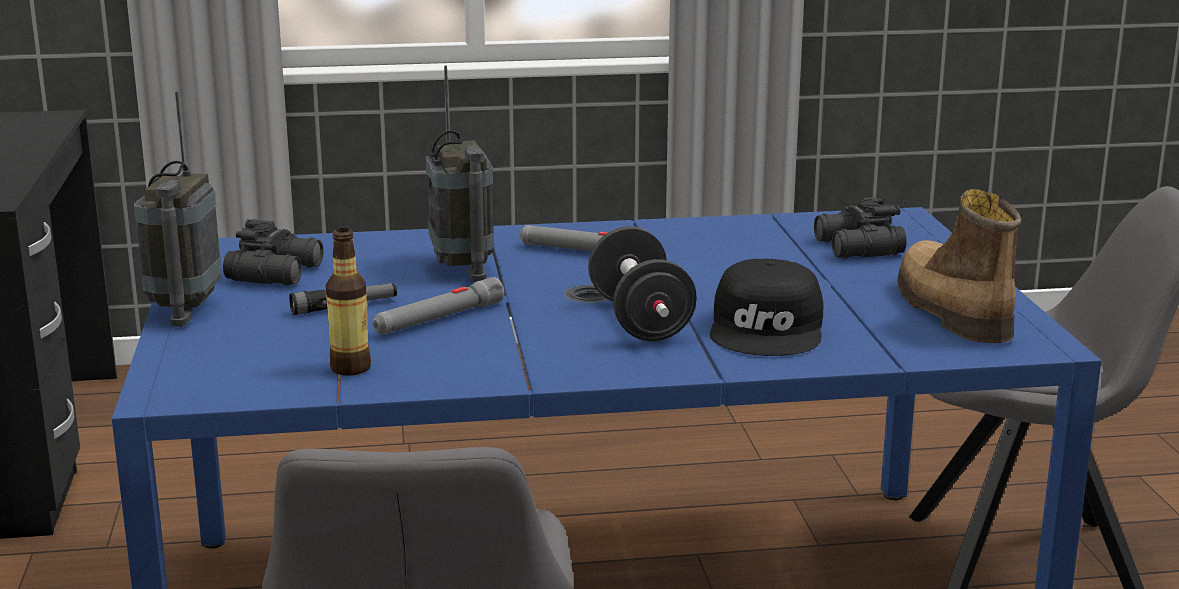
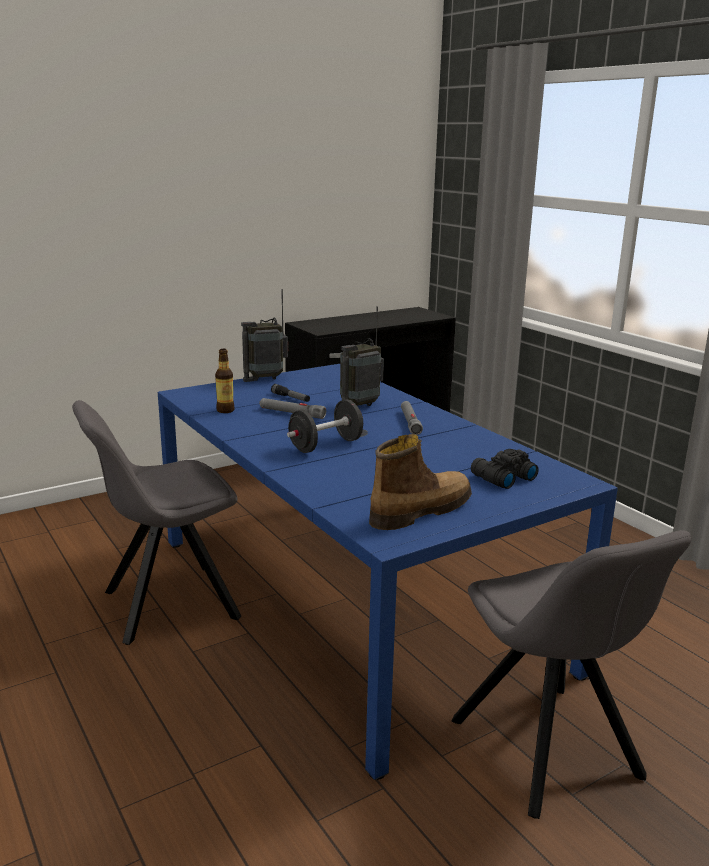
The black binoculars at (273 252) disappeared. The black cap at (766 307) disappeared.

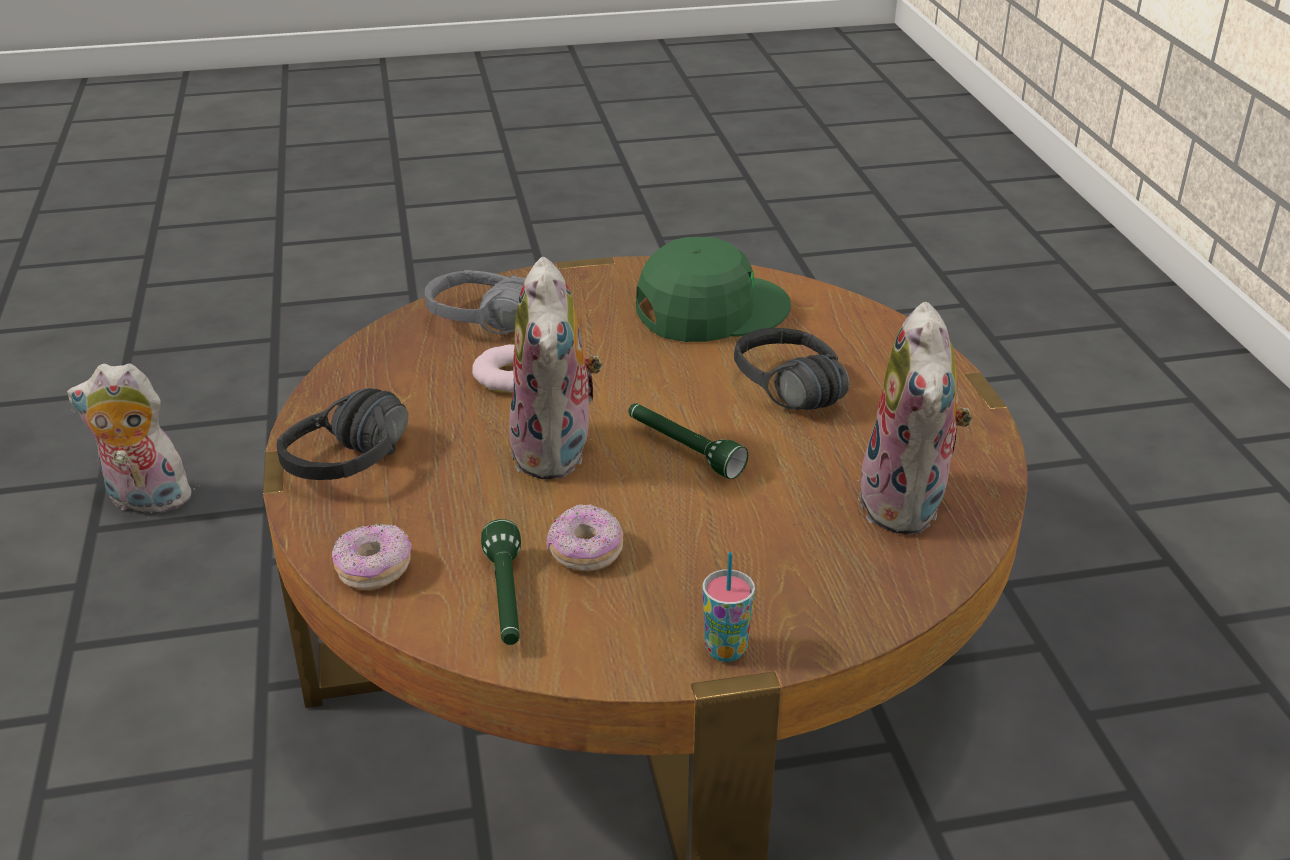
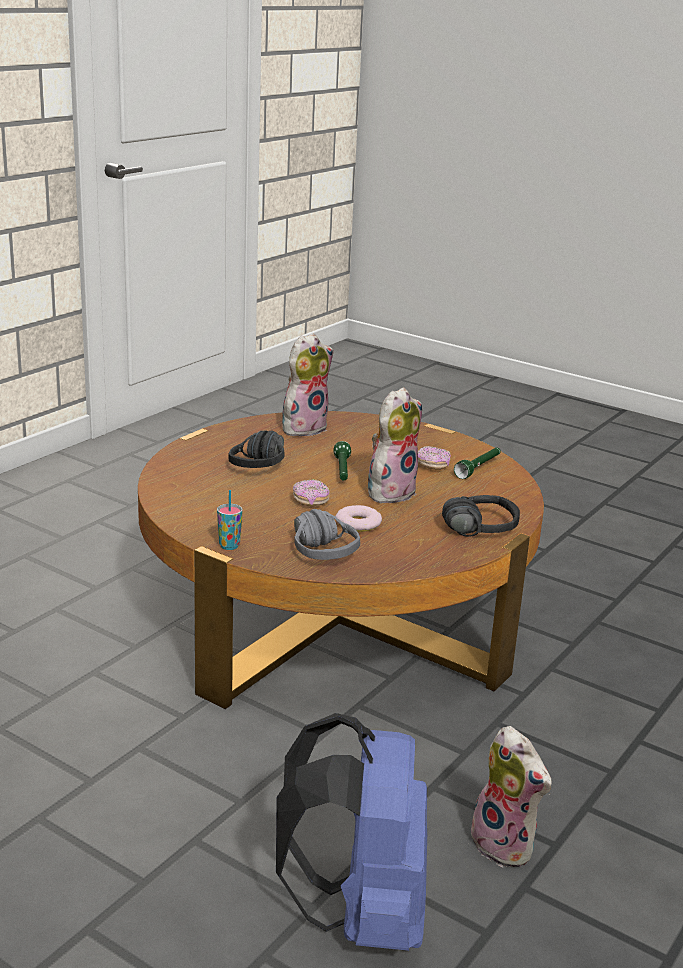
The cup moved from (728 607) to (230 520). The blue backpack at (351 832) appeared. The donut moved from (372 557) to (311 492). The green cap at (713 289) disappeared.

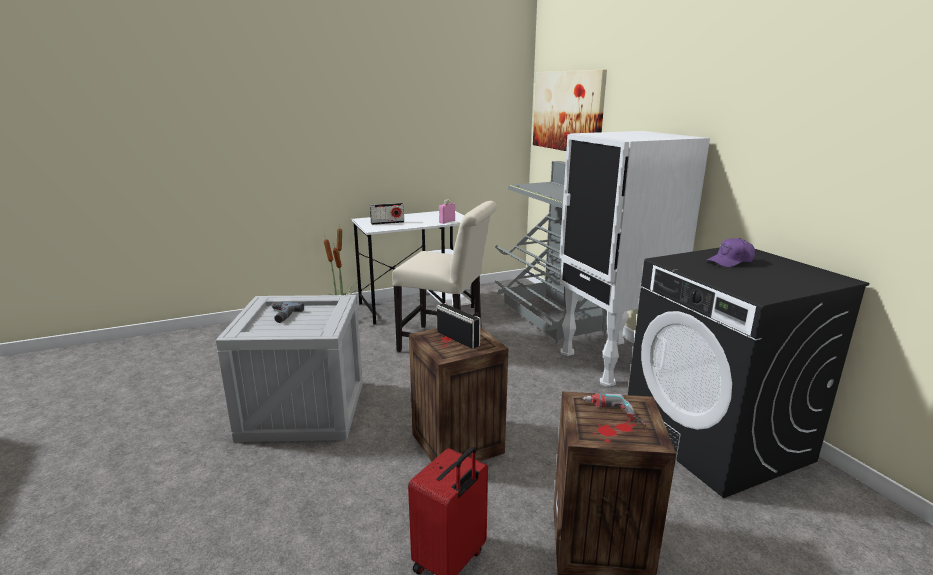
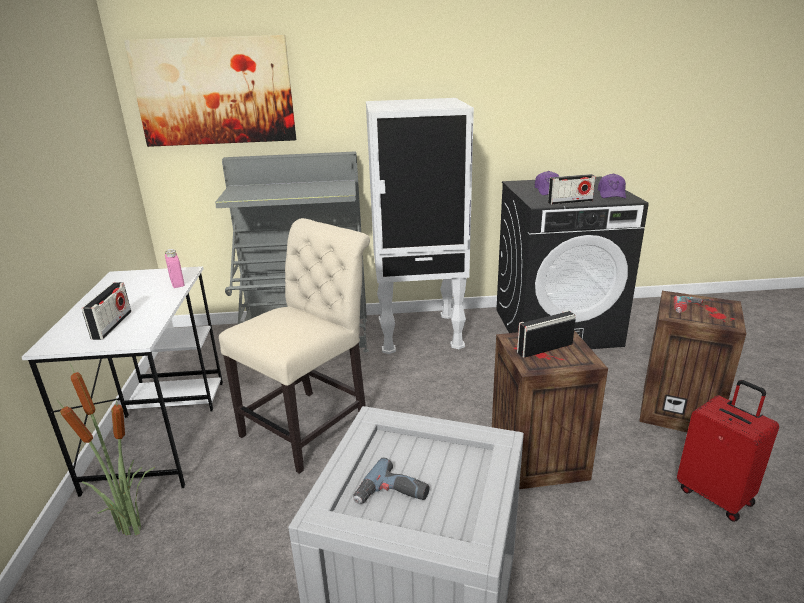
The radio at (572 189) appeared. The purple cap at (611 185) appeared.

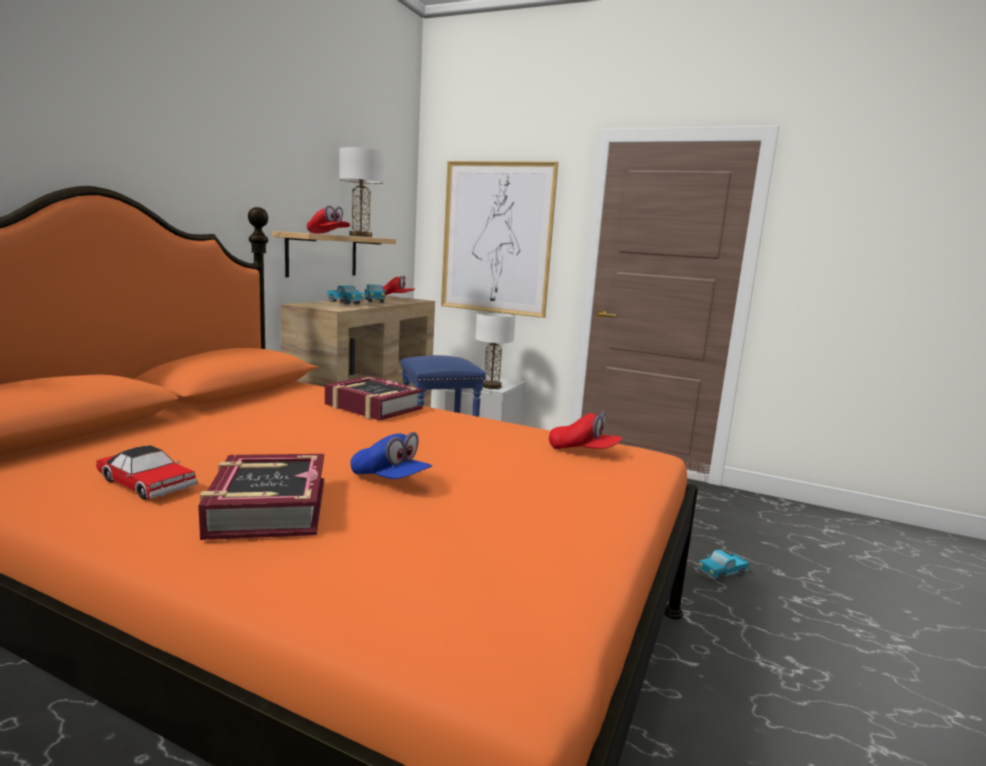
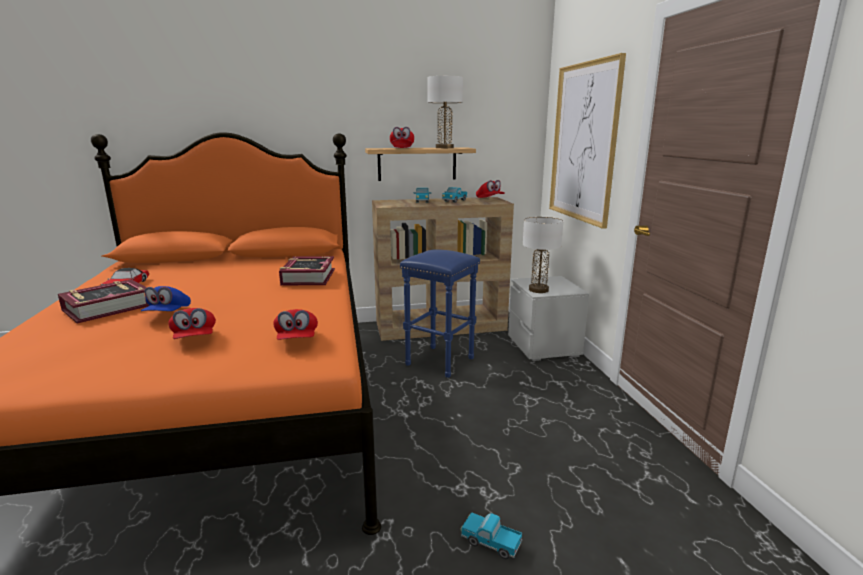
The red cap at (192 323) appeared.

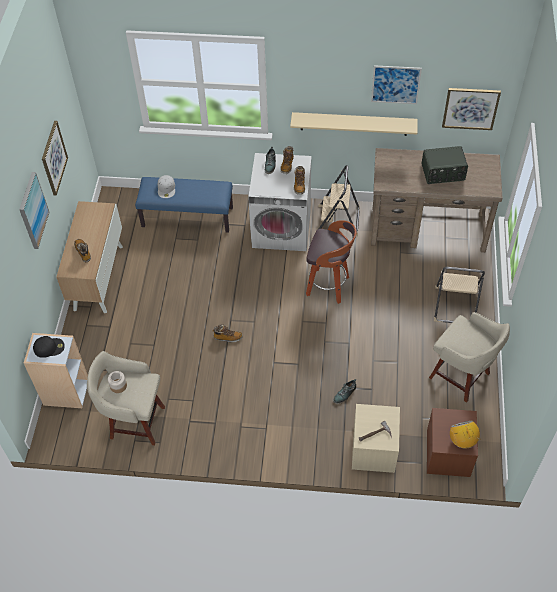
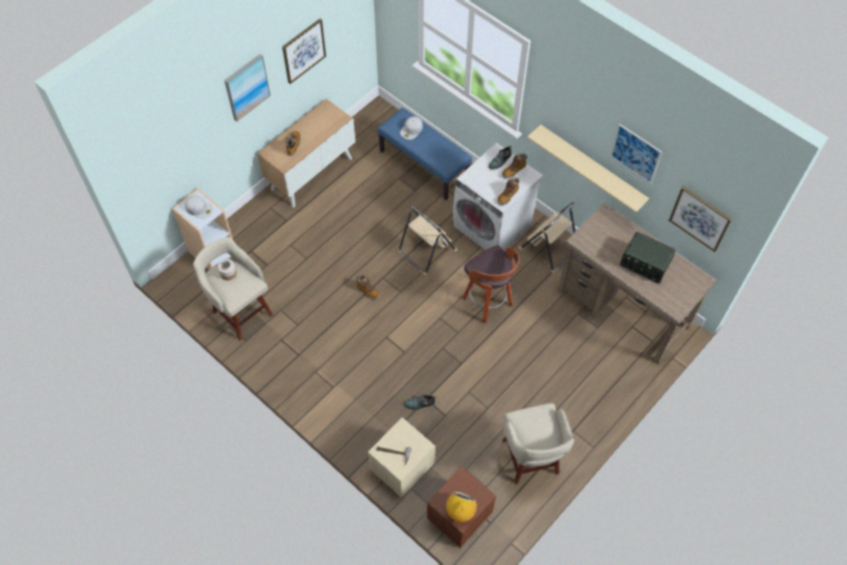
The black cap at (49 347) became the white cap at (199 206). The beige step ladder moved from (459 295) to (428 240).

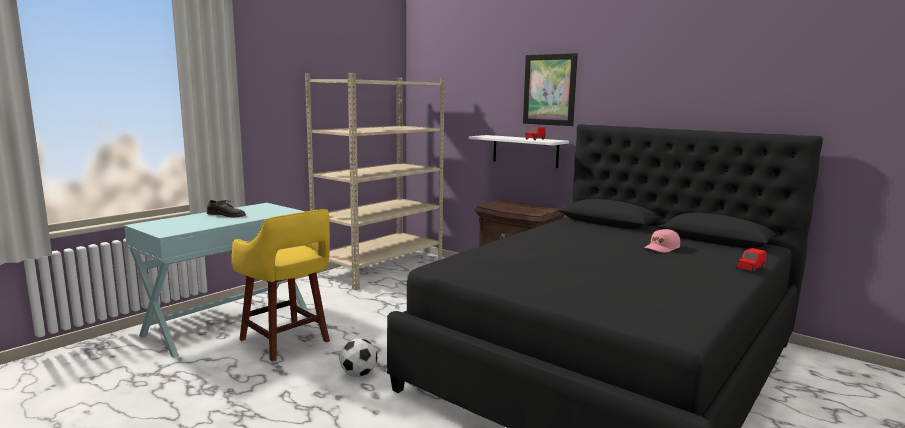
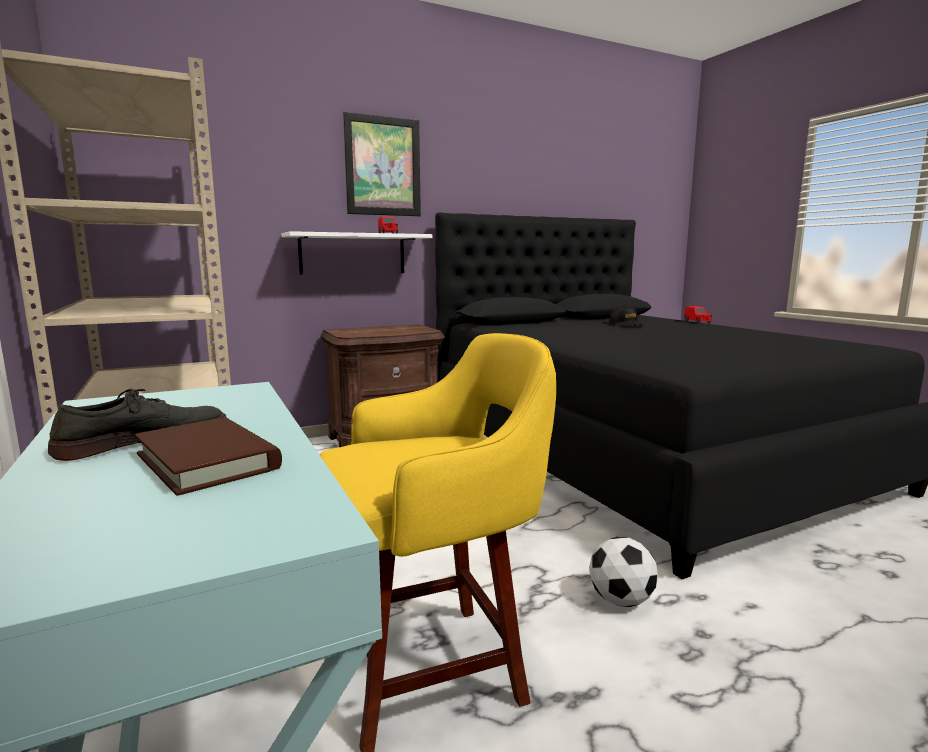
The brown book at (208 456) appeared. The pink cap at (662 241) became the black cap at (626 316).

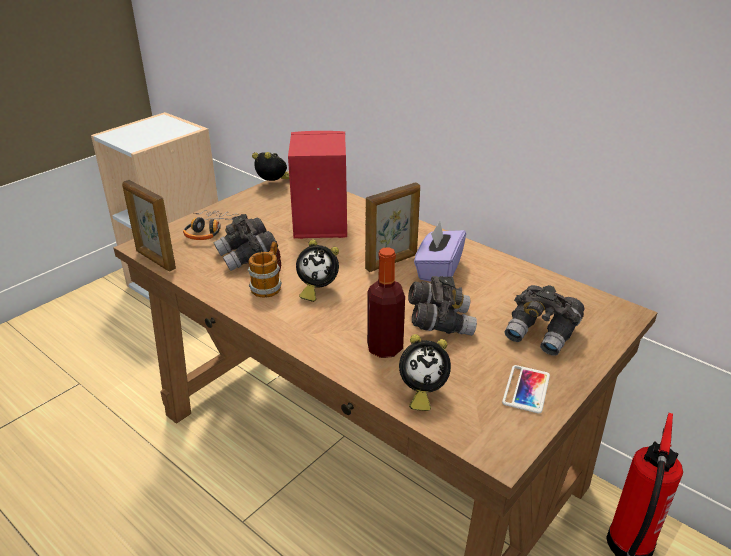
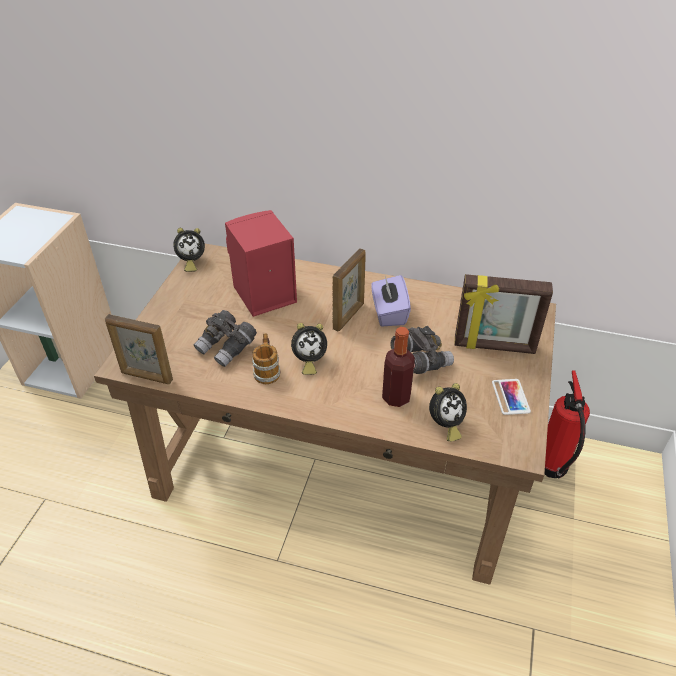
The alarm clock at (270 166) turned 150 degrees clockwise. The grey binoculars at (544 320) was replaced by the picture frame at (504 314). The headphones at (211 225) disappeared.

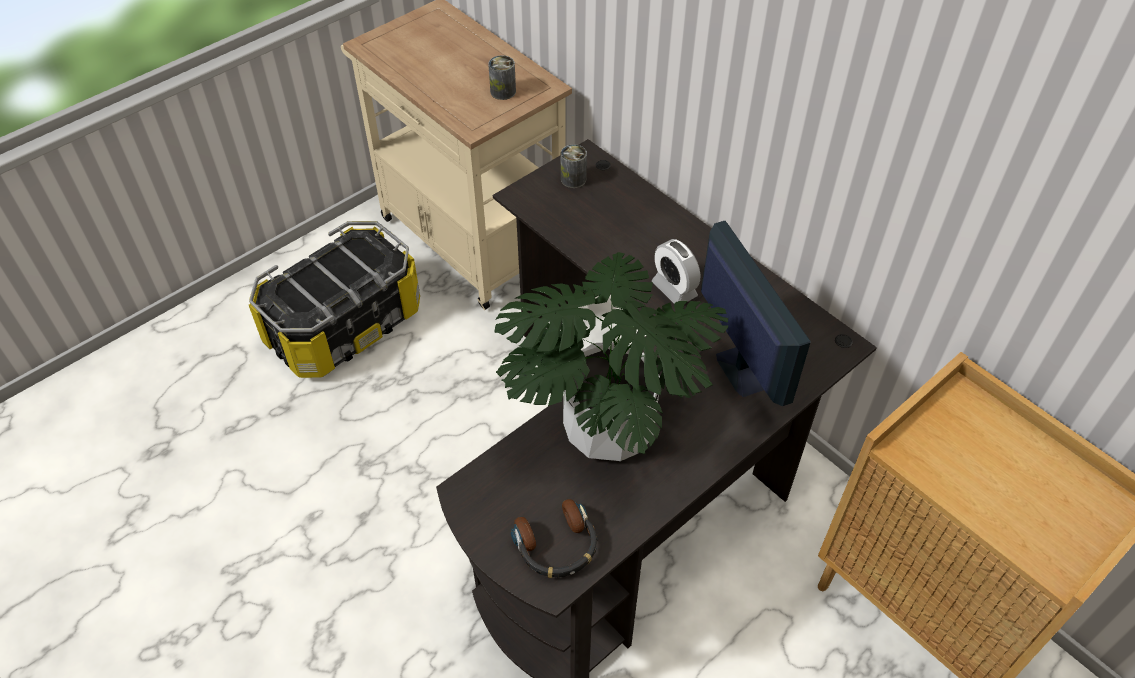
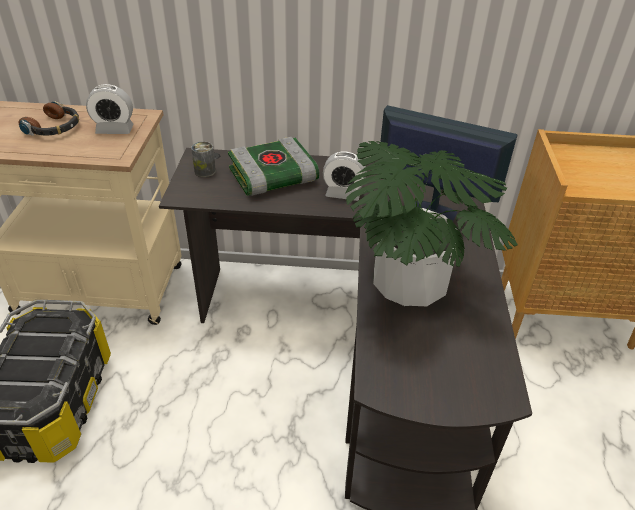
The headphones moved from (554 538) to (49 118). The can at (502 77) was replaced by the alarm clock at (109 109). The book at (273 166) appeared.

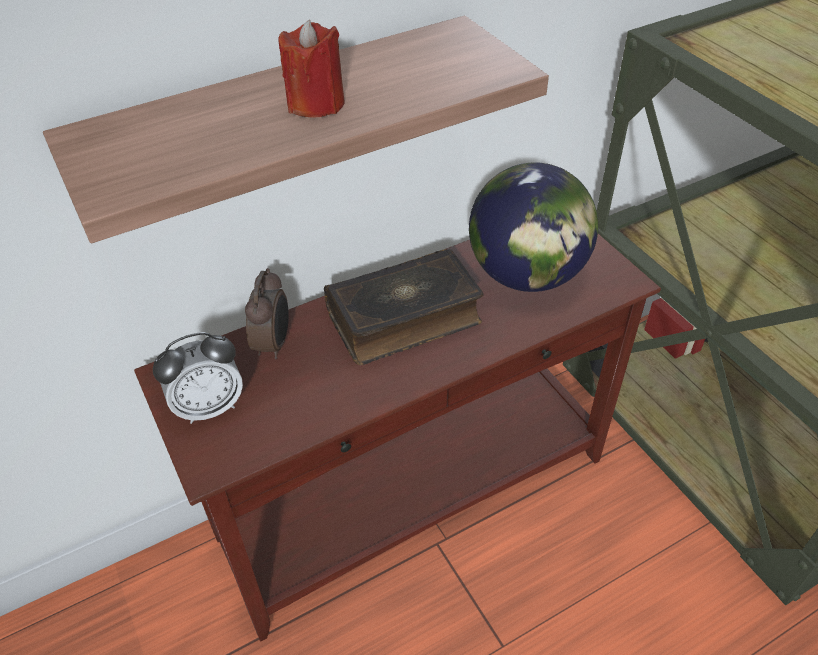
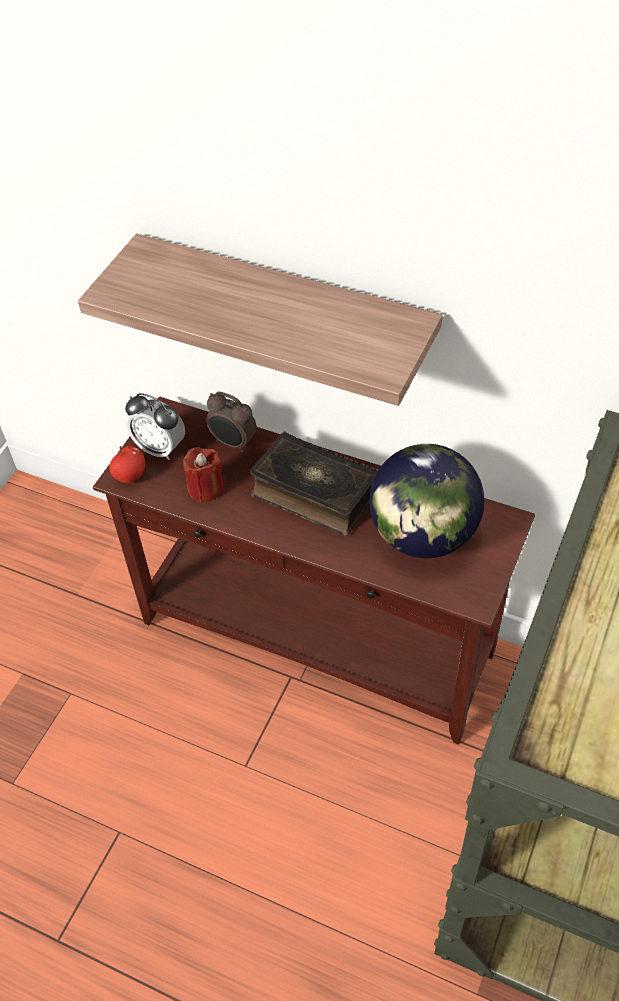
The apple at (127 464) appeared. The red candle moved from (311 68) to (203 475). The alarm clock at (267 313) turned 60 degrees clockwise.

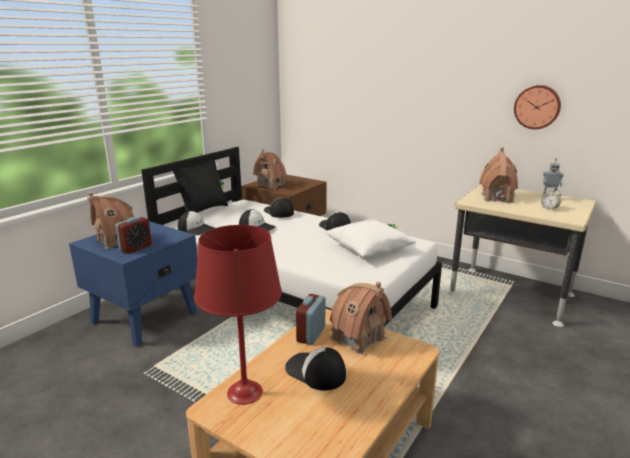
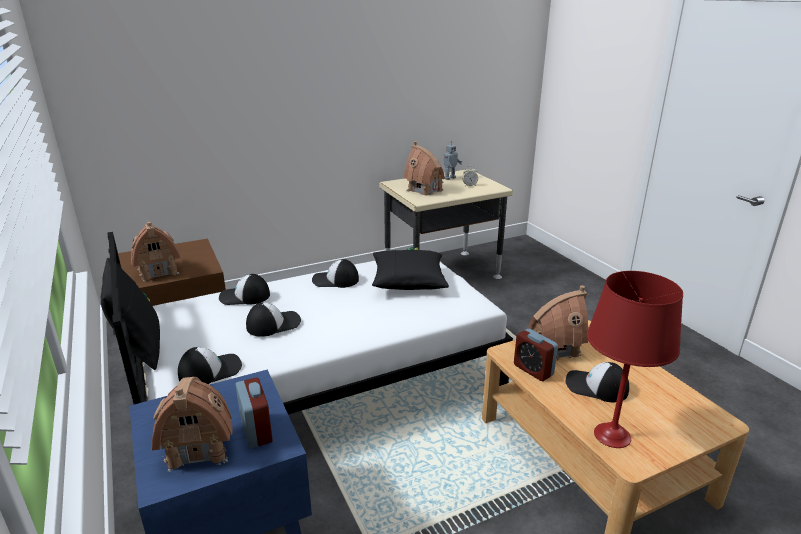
The white pillow at (370 238) became the black pillow at (410 268). The cap at (315 369) turned 45 degrees clockwise. The wall clock at (537 107) disappeared.

